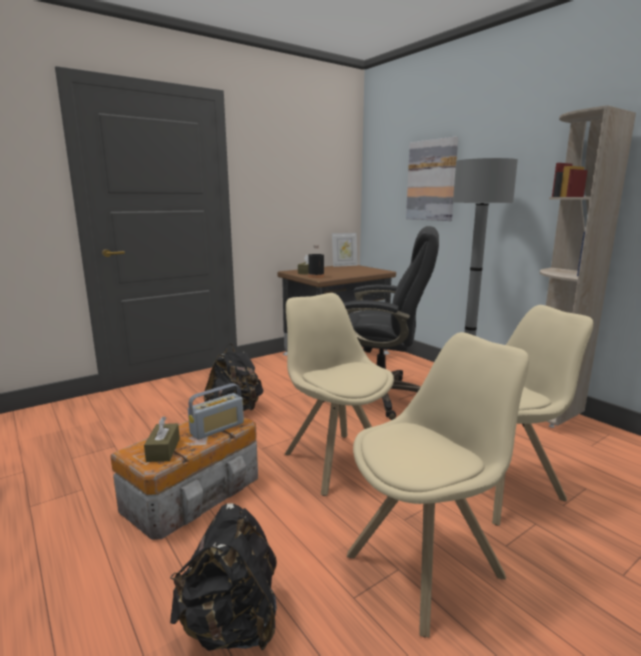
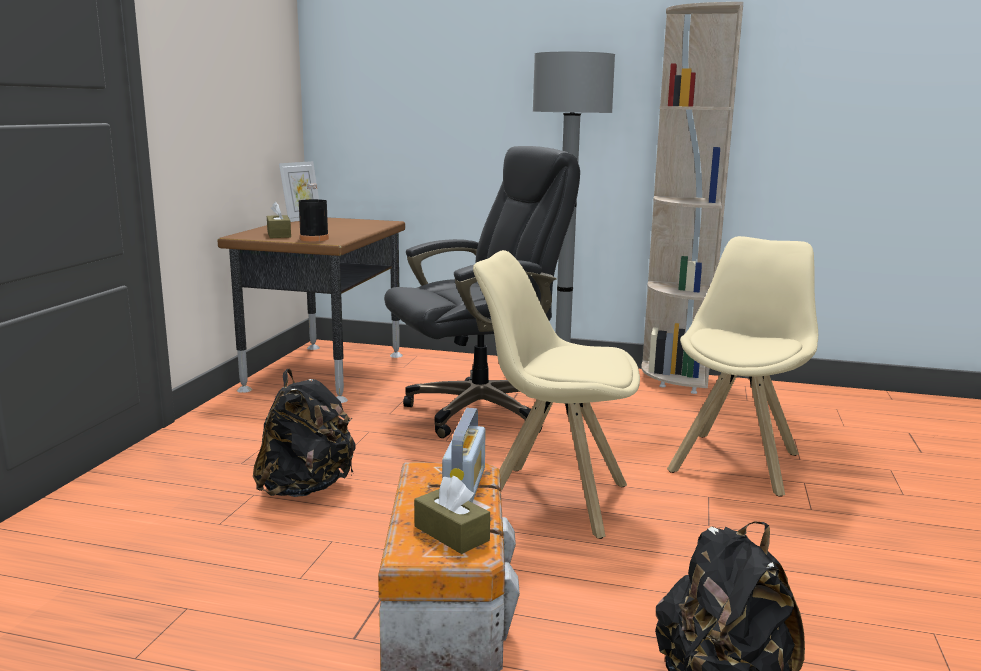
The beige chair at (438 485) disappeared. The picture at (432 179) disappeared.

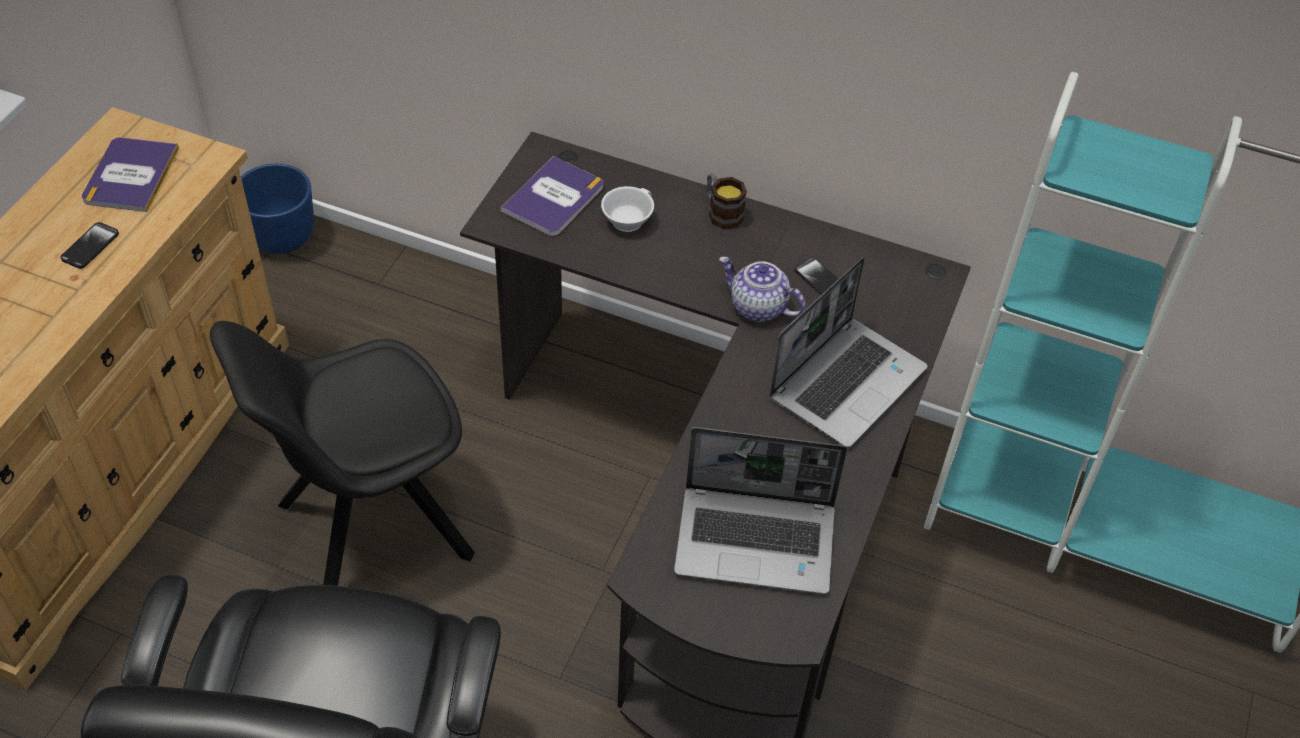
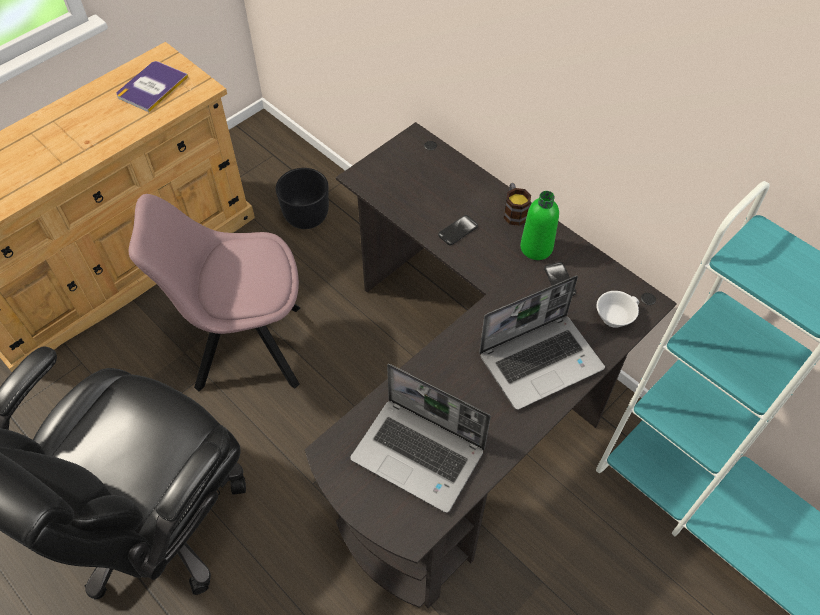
The black chair at (342 453) became the pink chair at (214 293). The black planter at (302 198) appeared. The phone moved from (89 245) to (458 230). The green bottle at (539 225) appeared. The white cup moved from (627 209) to (618 309). The blue planter at (277 209) disappeared. The book at (552 196) disappeared. The teapot at (762 289) disappeared.

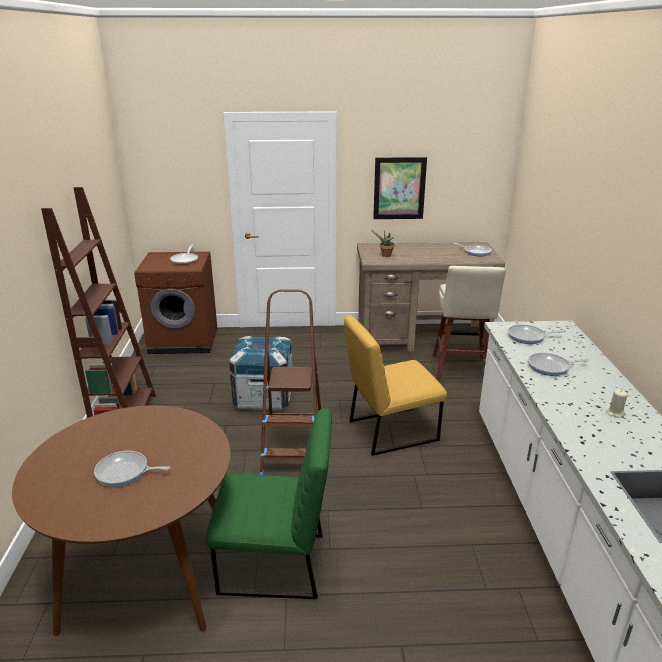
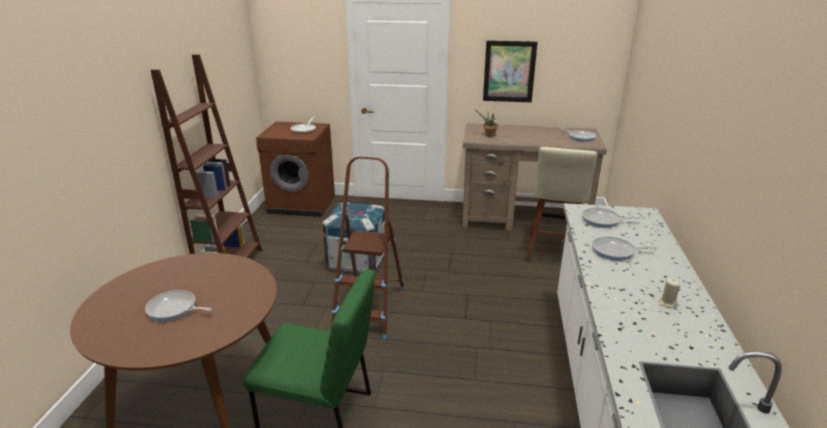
The yellow chair at (395 385) disappeared.

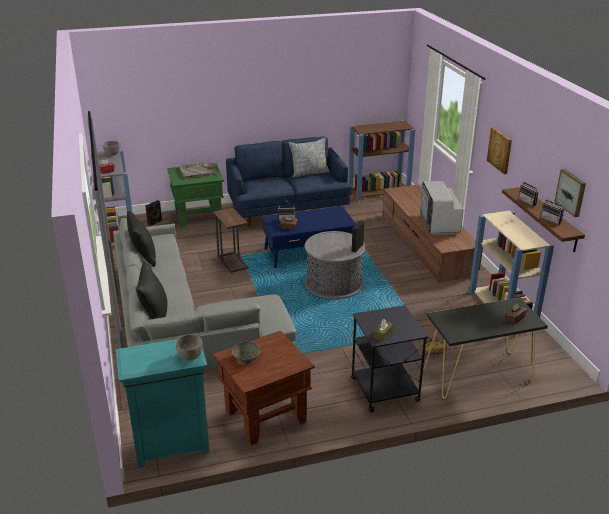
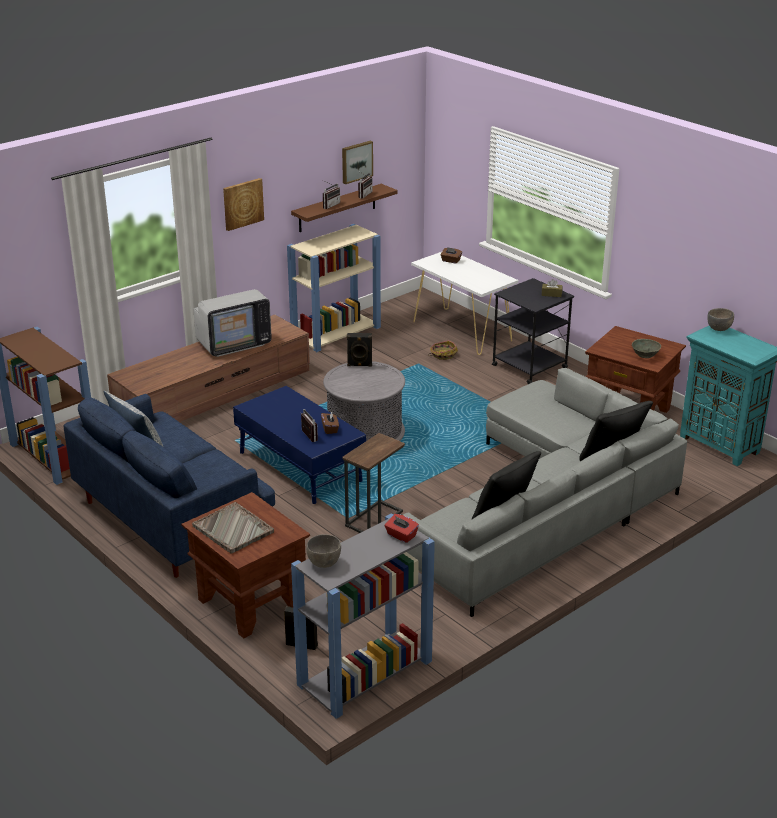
The green side table at (195 195) became the brown side table at (245 565). The black console table at (486 347) became the white console table at (464 303).

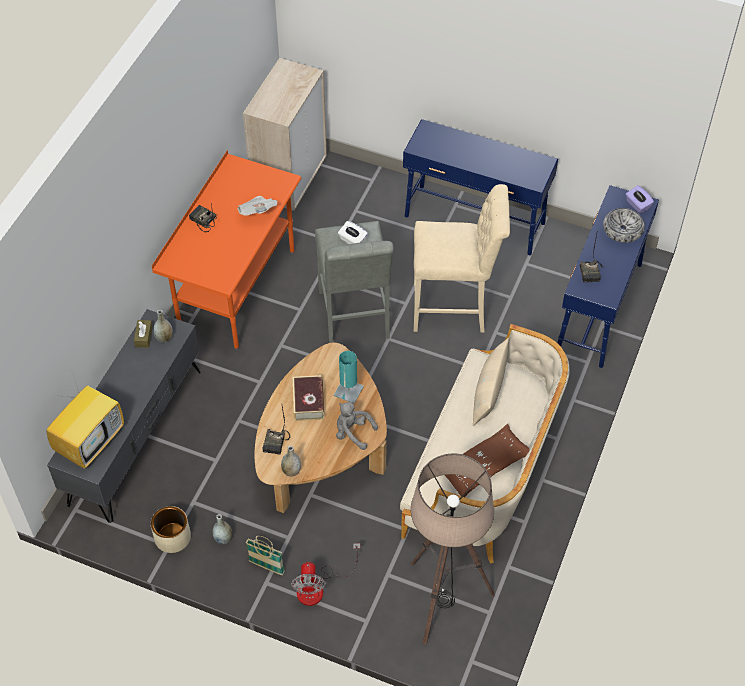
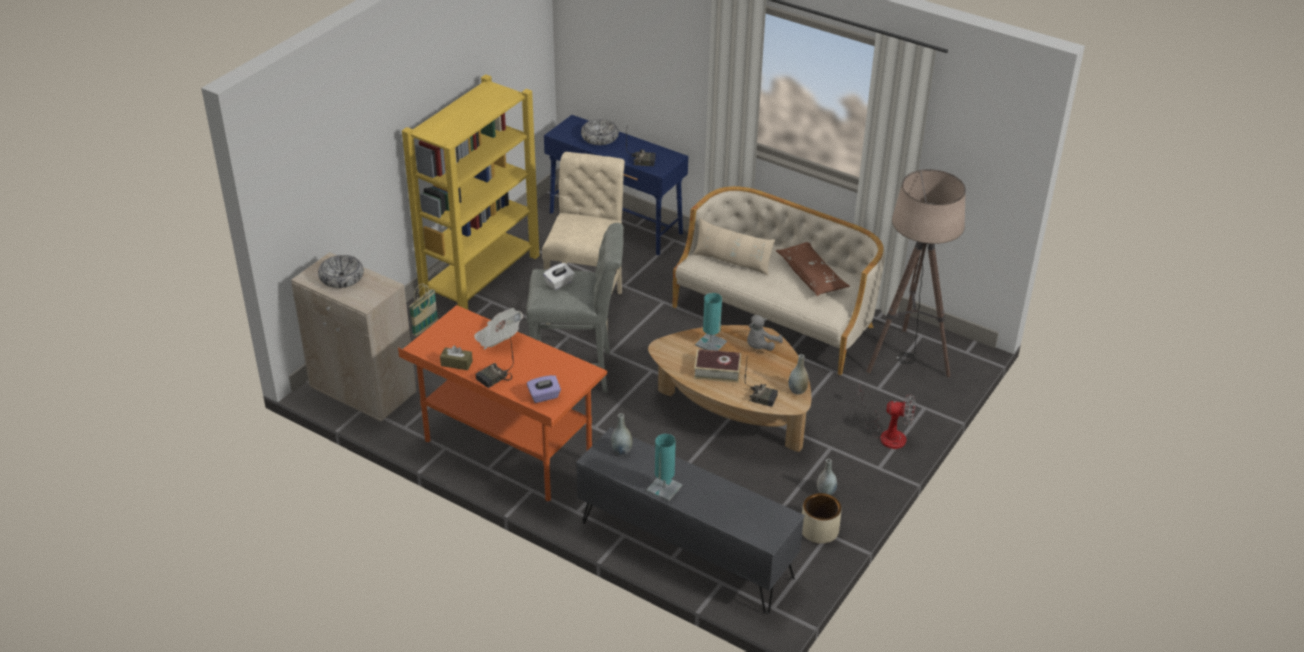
The bowl at (341 271) appeared. The blue console table at (480 187) was replaced by the yellow bookcase at (470 192). The basket moved from (265 555) to (423 309). The brown tissue box moved from (143 334) to (456 357). The purple tissue box moved from (640 199) to (544 389). The turquoise table lamp at (664 467) appeared. The television at (85 420) disappeared.

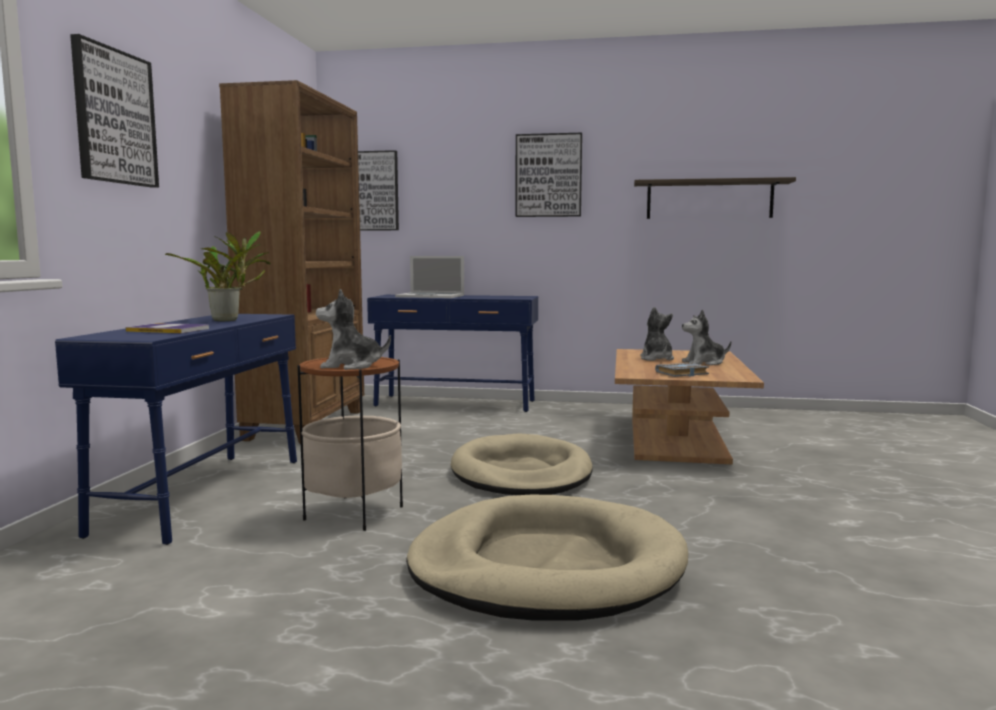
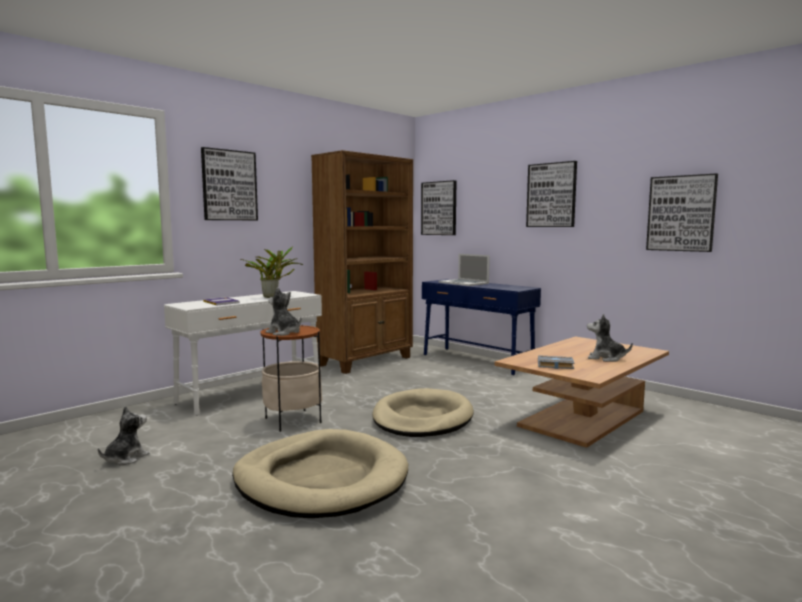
The plush toy moved from (657 334) to (124 435). The blue console table at (176 429) became the white console table at (243 353). The shelf at (715 198) was replaced by the picture at (682 212).

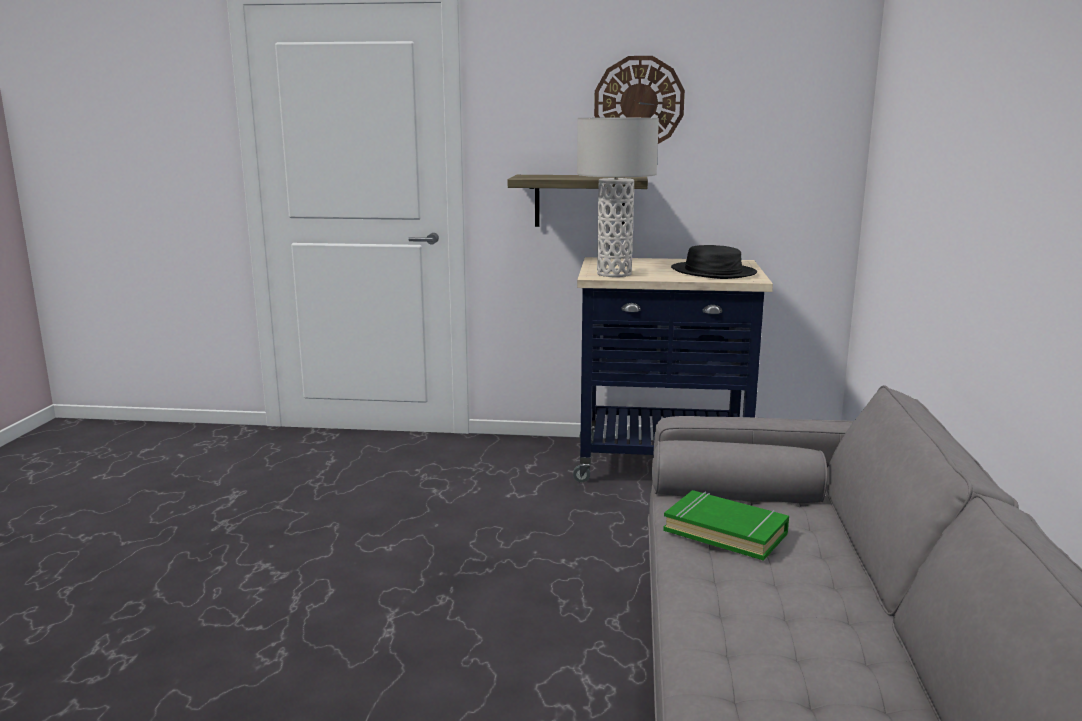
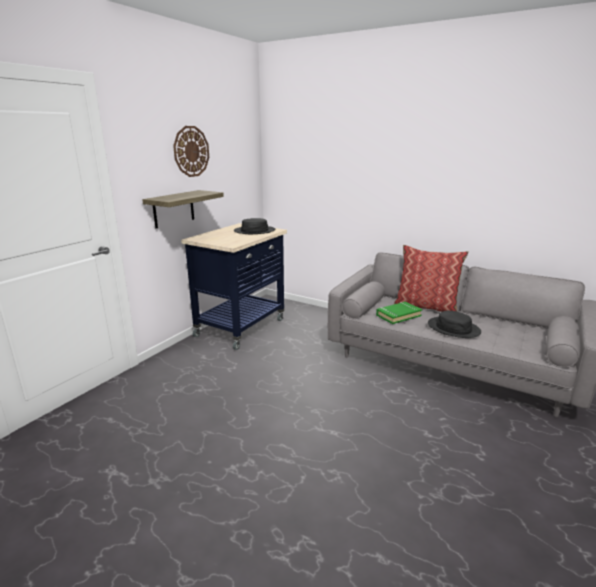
The pillow at (431 278) appeared. The black hat at (454 324) appeared. The white table lamp at (618 197) disappeared.

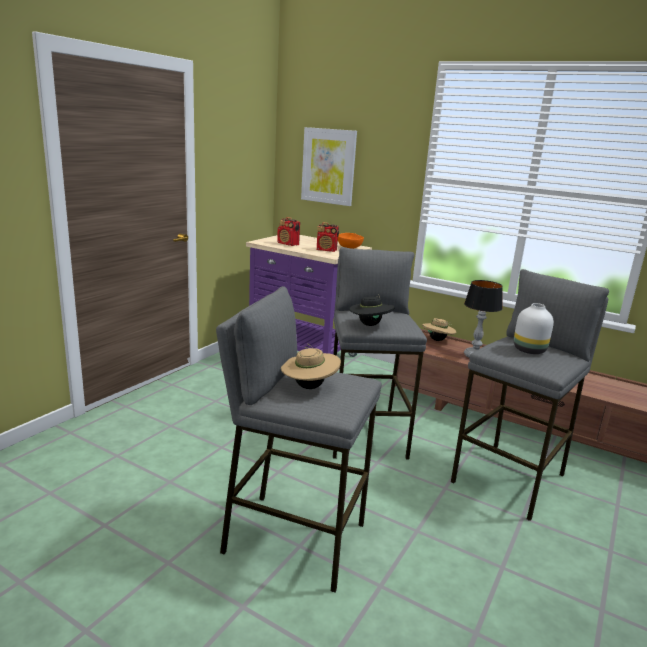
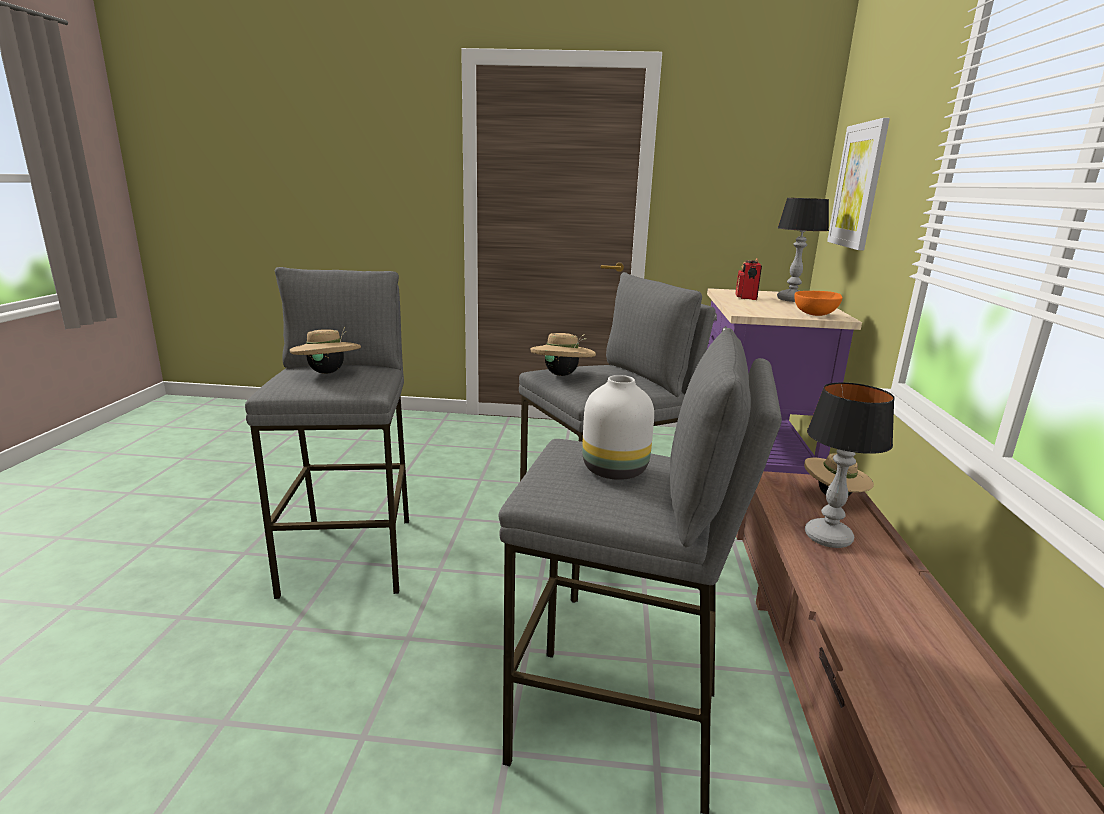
The black hat at (371 310) became the beige hat at (563 354). The table lamp at (803 250) appeared. The radio at (328 237) disappeared.

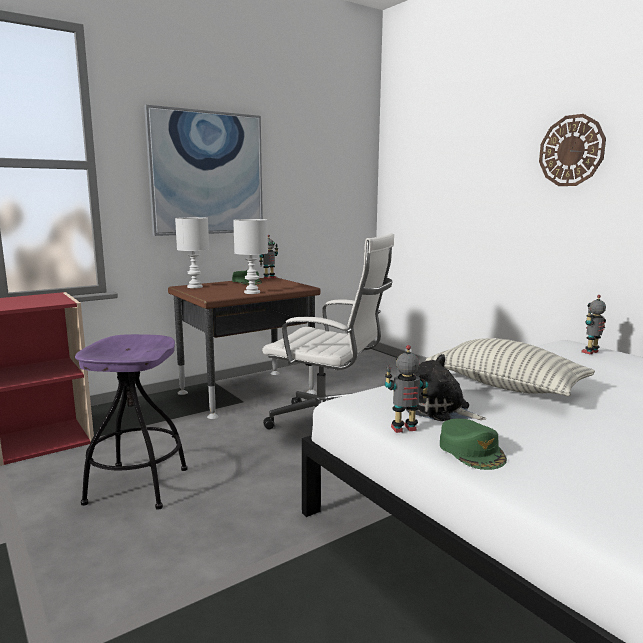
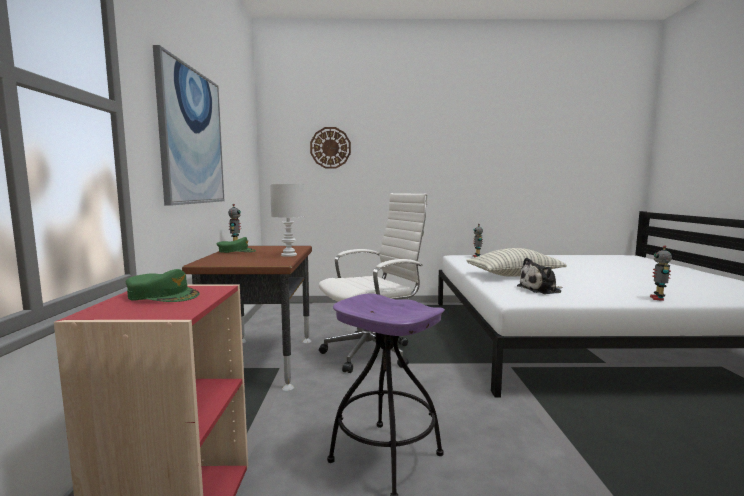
The green cap moved from (473 444) to (163 285). The wall clock moved from (572 150) to (330 148). The toy robot moved from (407 389) to (661 273). The white table lamp at (192 252) disappeared.

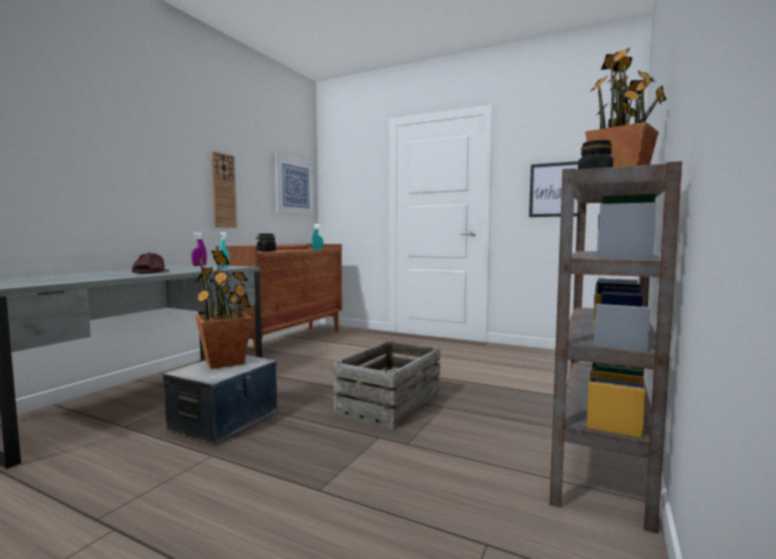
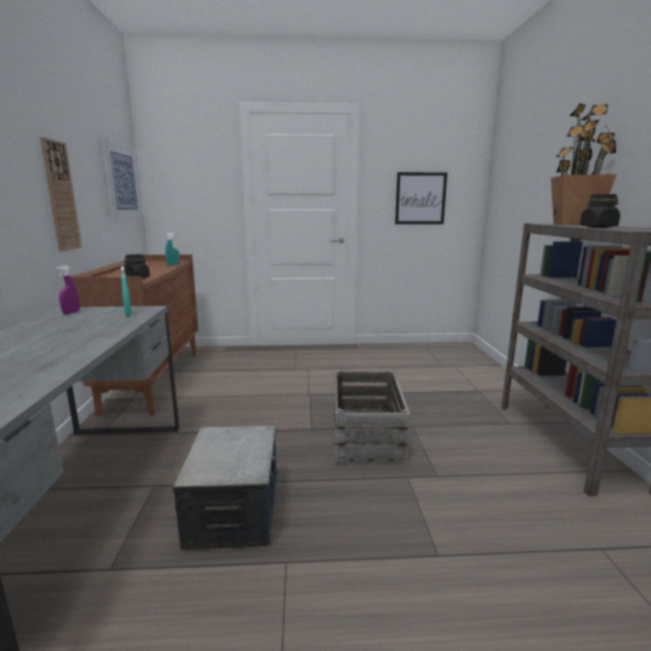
The brown cap at (150 263) disappeared. The potted plant at (223 310) disappeared.

